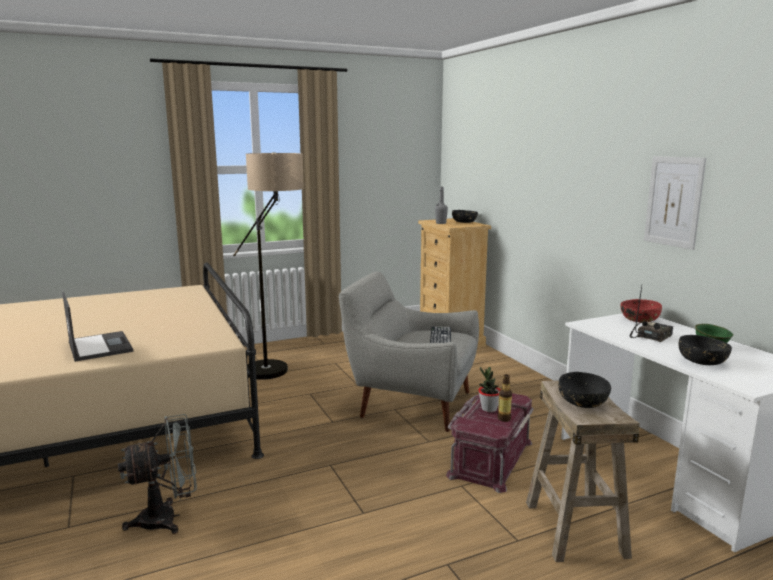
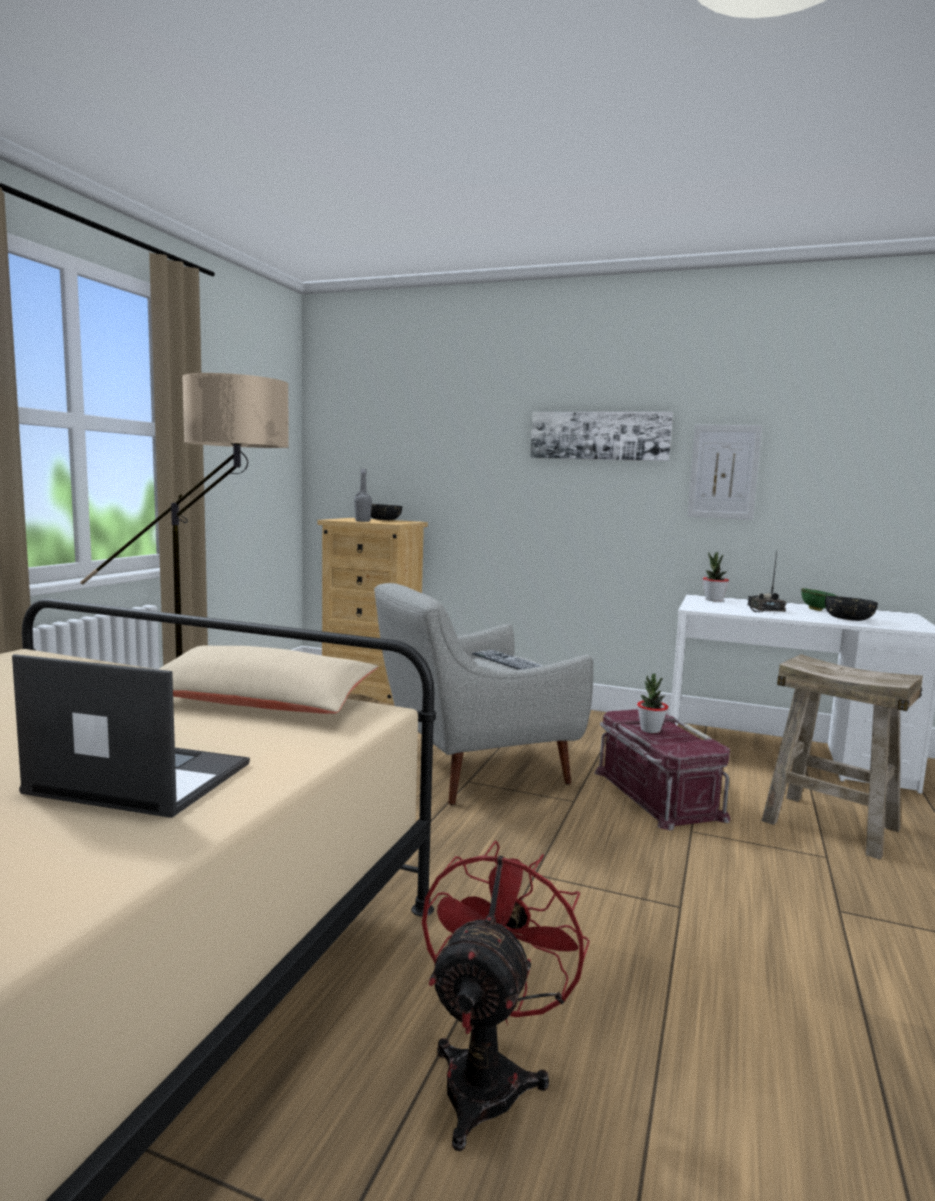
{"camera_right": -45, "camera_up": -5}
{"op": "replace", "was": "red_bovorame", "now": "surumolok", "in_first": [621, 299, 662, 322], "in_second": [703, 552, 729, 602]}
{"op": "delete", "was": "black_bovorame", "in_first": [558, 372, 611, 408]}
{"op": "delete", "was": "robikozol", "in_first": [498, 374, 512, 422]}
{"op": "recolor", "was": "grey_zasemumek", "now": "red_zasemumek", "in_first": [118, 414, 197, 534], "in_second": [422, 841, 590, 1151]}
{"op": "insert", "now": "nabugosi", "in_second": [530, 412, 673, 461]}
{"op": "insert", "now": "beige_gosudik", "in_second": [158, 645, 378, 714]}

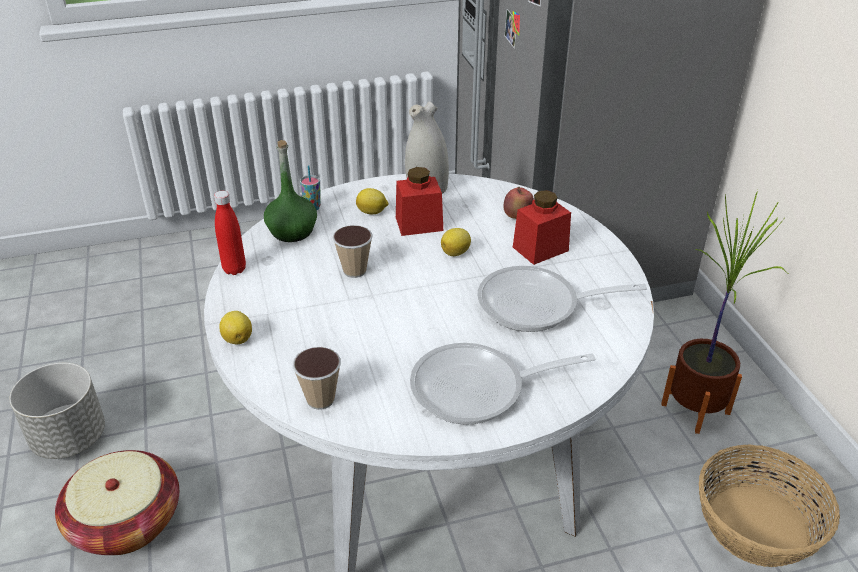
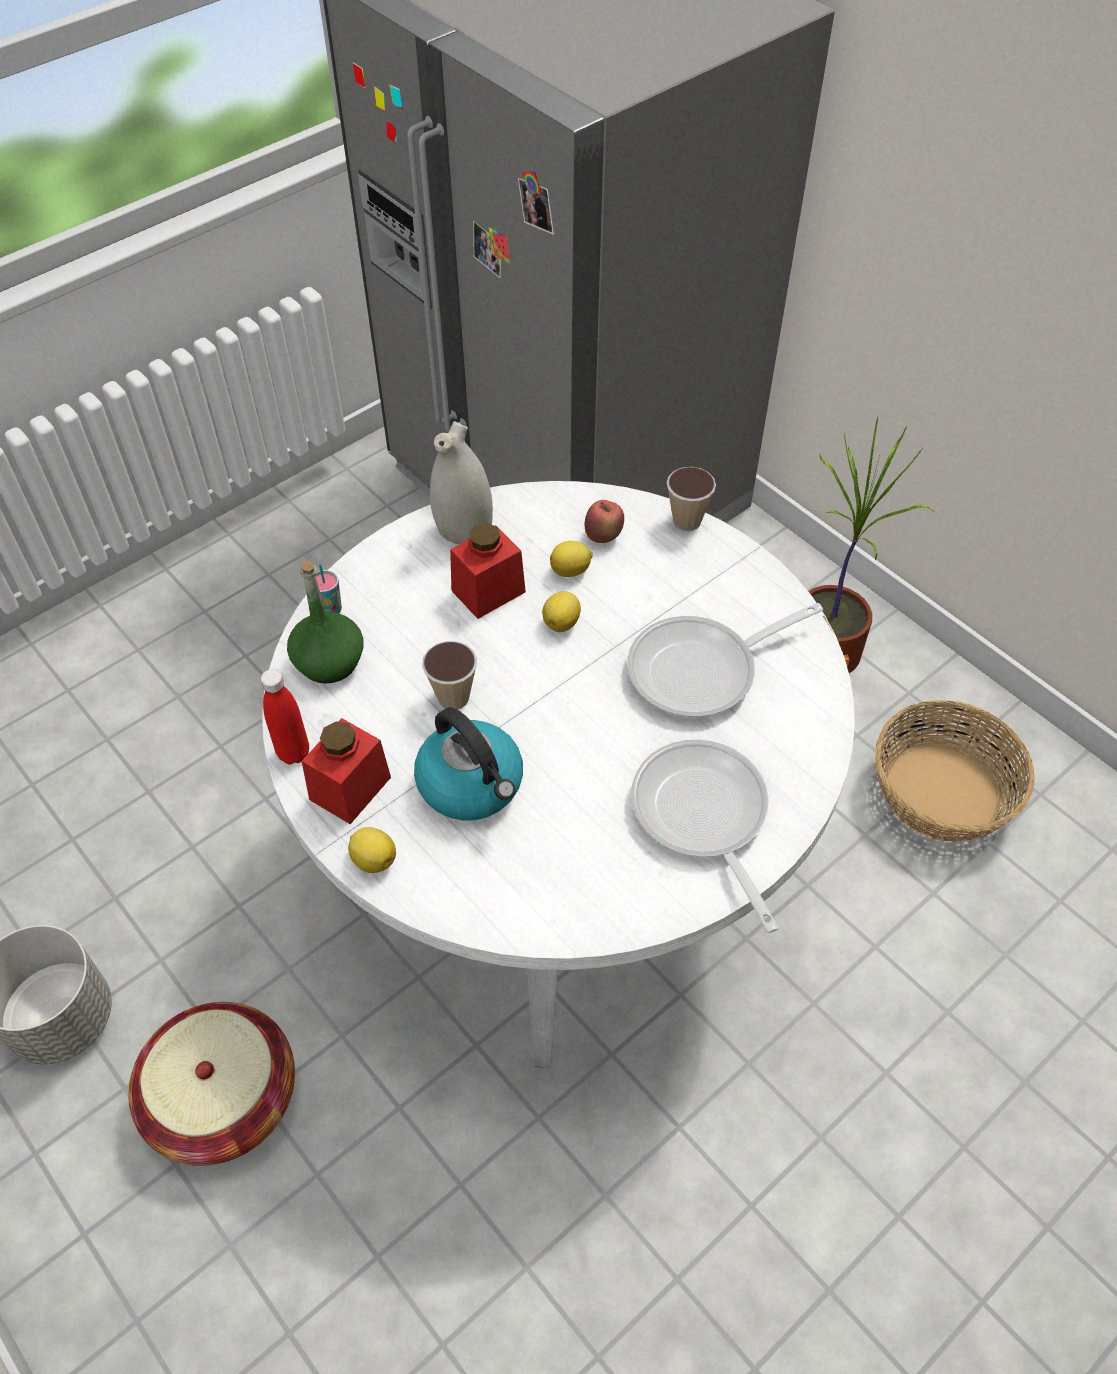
{"camera_right": -25, "camera_up": 15}
{"op": "move", "was": "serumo", "in_first": [356, 188, 389, 214], "in_second": [550, 541, 593, 577]}
{"op": "move", "was": "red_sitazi", "in_first": [513, 190, 571, 265], "in_second": [302, 718, 391, 824]}
{"op": "rotate", "was": "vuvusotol", "in_first": [410, 343, 596, 425], "in_second": [631, 740, 778, 933], "clockwise": 105}
{"op": "move", "was": "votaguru", "in_first": [292, 347, 341, 410], "in_second": [666, 467, 716, 531]}
{"op": "insert", "now": "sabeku", "in_second": [414, 707, 523, 821]}

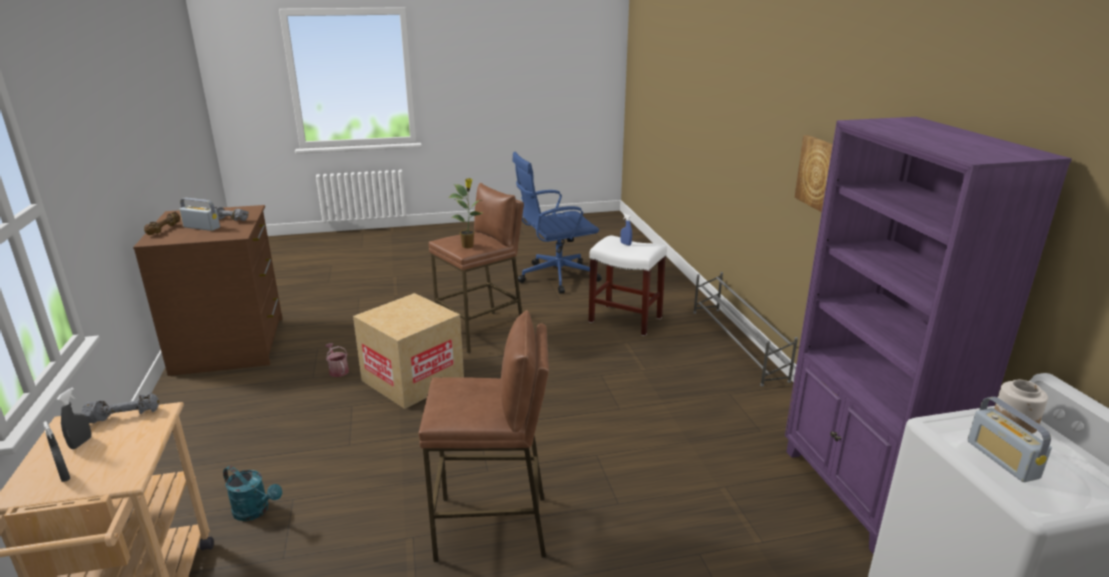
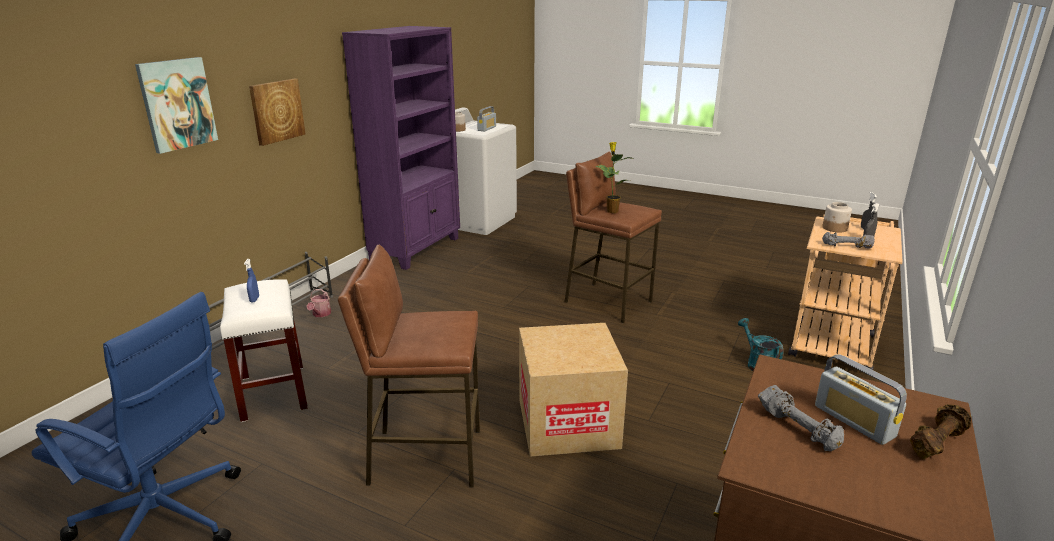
{"camera_right": -140, "camera_up": 0}
{"op": "move", "was": "surumolok", "in_first": [449, 178, 483, 248], "in_second": [596, 142, 633, 213]}
{"op": "move", "was": "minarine", "in_first": [325, 343, 349, 377], "in_second": [307, 289, 331, 317]}
{"op": "insert", "now": "nabugosi", "in_second": [135, 57, 218, 154]}
{"op": "insert", "now": "sitazi", "in_second": [822, 202, 852, 232]}

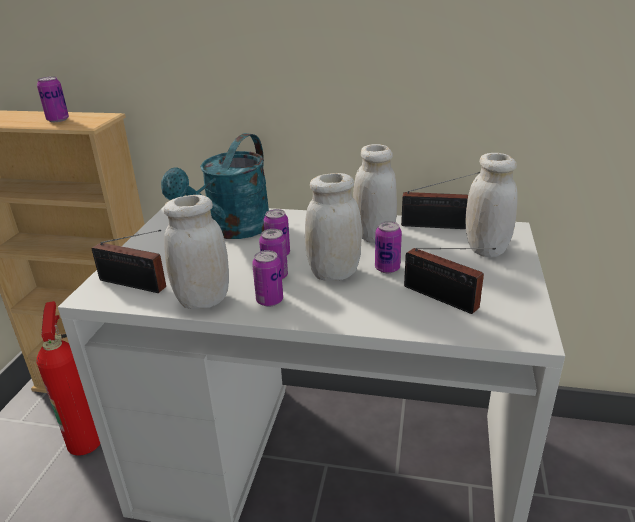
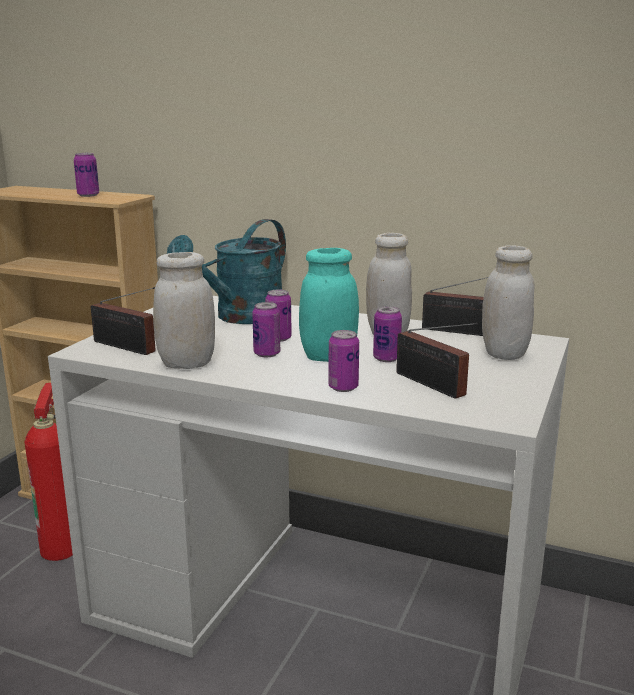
{"camera_right": 10, "camera_up": -10}
{"op": "recolor", "was": "white_sitazi", "now": "turquoise_sitazi", "in_first": [305, 173, 362, 281], "in_second": [299, 248, 359, 362]}
{"op": "move", "was": "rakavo", "in_first": [252, 250, 283, 307], "in_second": [328, 330, 359, 392]}

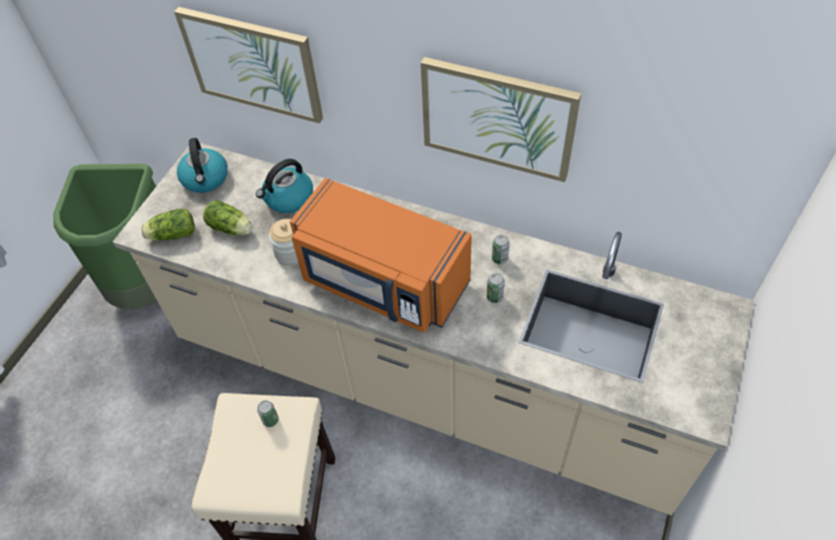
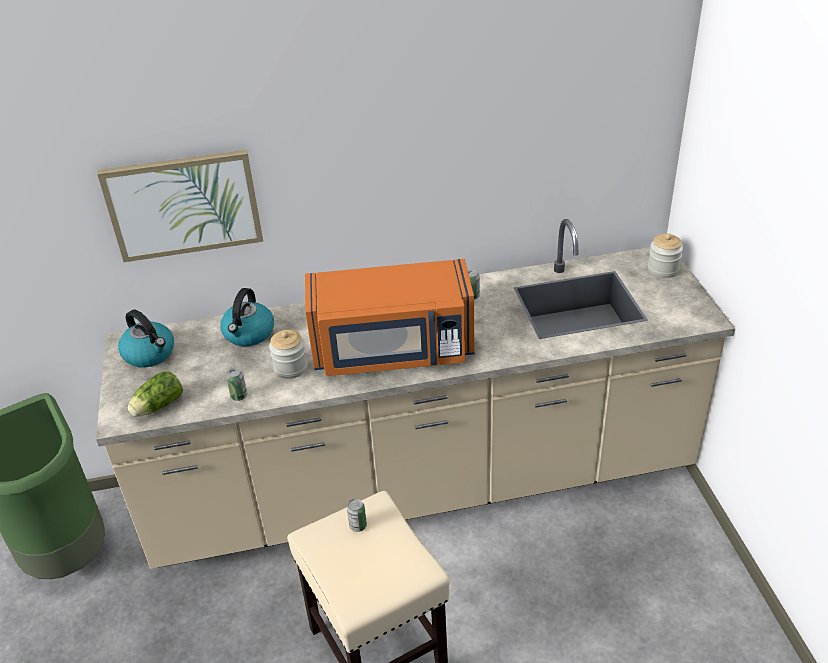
{"camera_right": -35, "camera_up": -15}
{"op": "delete", "was": "nabugosi", "in_first": [421, 57, 581, 182]}
{"op": "delete", "was": "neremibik", "in_first": [203, 200, 252, 235]}
{"op": "move", "was": "rakavo", "in_first": [487, 273, 505, 303], "in_second": [226, 368, 248, 401]}
{"op": "insert", "now": "sitazi", "in_second": [648, 234, 683, 278]}

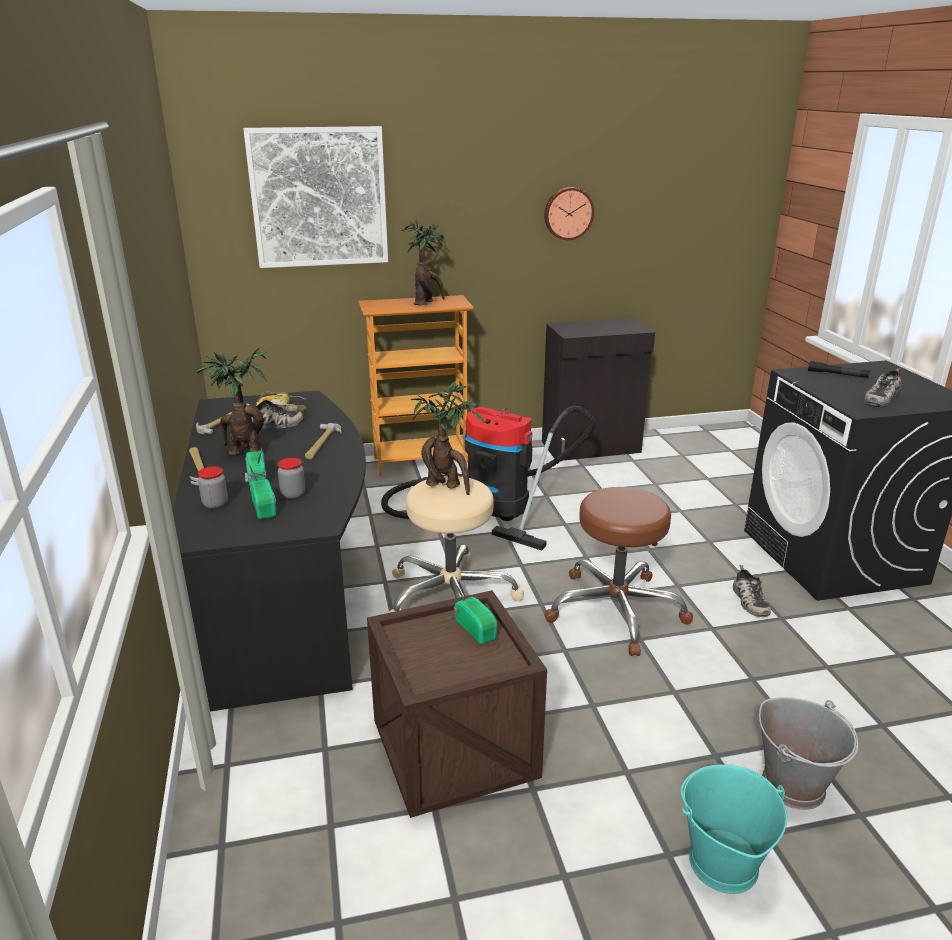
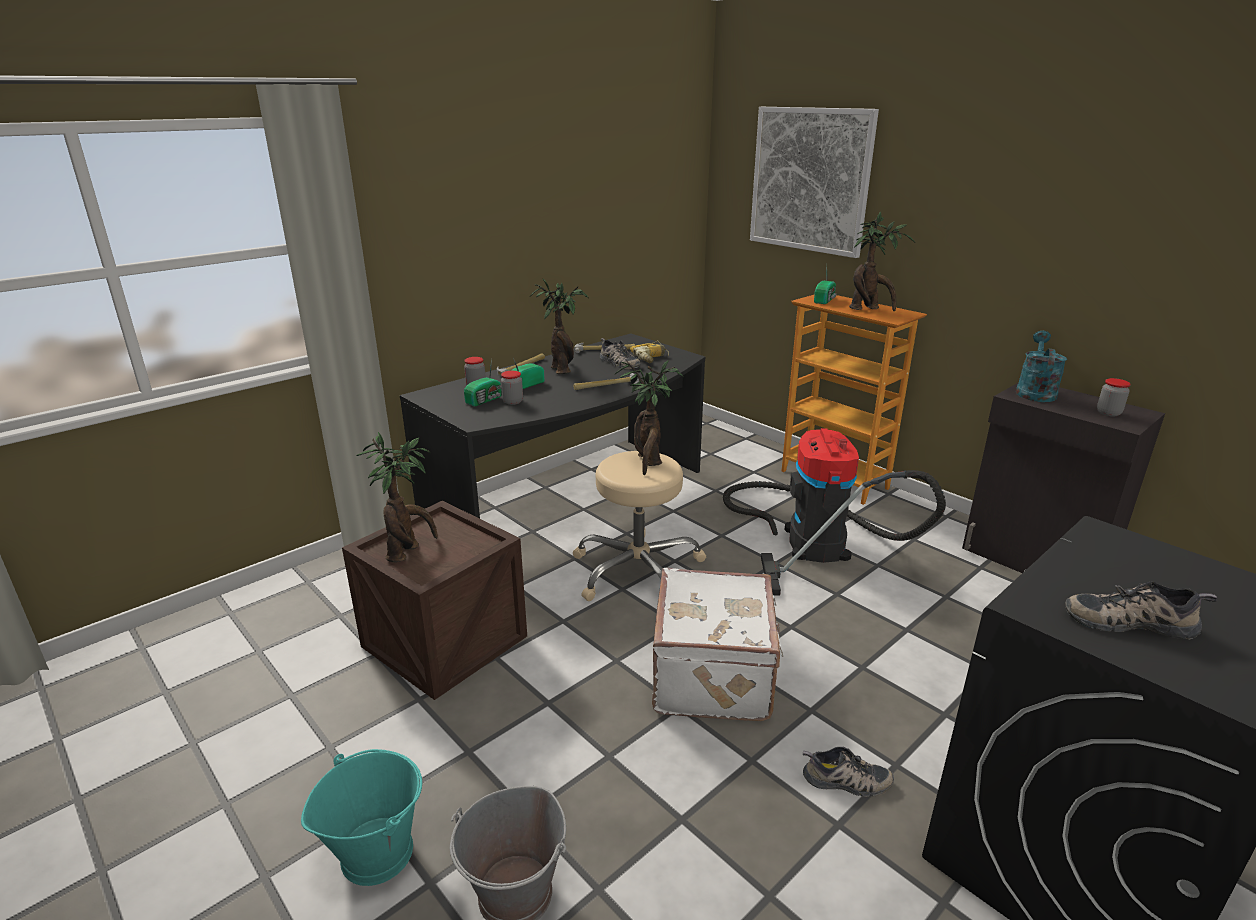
{"camera_right": 60, "camera_up": 0}
{"op": "delete", "was": "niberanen", "in_first": [544, 187, 594, 240]}
{"op": "delete", "was": "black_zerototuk", "in_first": [808, 361, 870, 378]}
{"op": "replace", "was": "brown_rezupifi", "now": "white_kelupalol", "in_first": [544, 487, 693, 656], "in_second": [652, 568, 783, 721]}
{"op": "rotate", "was": "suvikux", "in_first": [733, 565, 771, 617], "in_second": [803, 747, 894, 797], "clockwise": -135}
{"op": "move", "was": "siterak", "in_first": [452, 577, 497, 645], "in_second": [814, 263, 837, 304]}
{"op": "insert", "now": "turquoise_minarine", "in_second": [1016, 331, 1067, 402]}
{"op": "insert", "now": "sitazi", "in_second": [1097, 378, 1131, 417]}
{"op": "insert", "now": "surumolok", "in_second": [356, 432, 438, 562]}

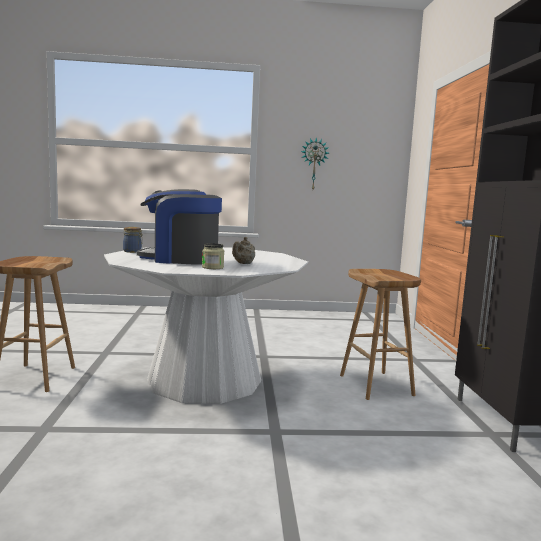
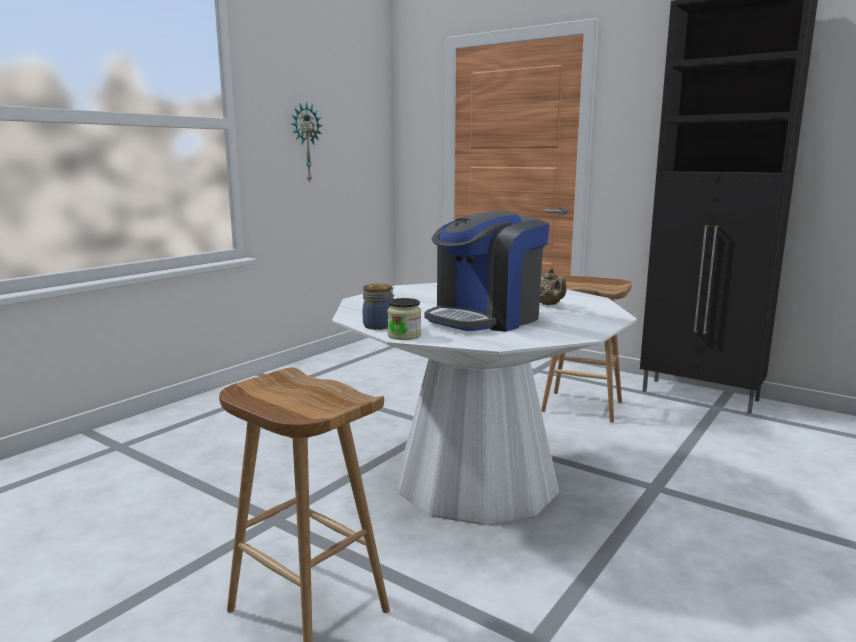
{"camera_right": -50, "camera_up": 5}
{"op": "move", "was": "sitazi", "in_first": [202, 243, 224, 269], "in_second": [387, 298, 421, 340]}

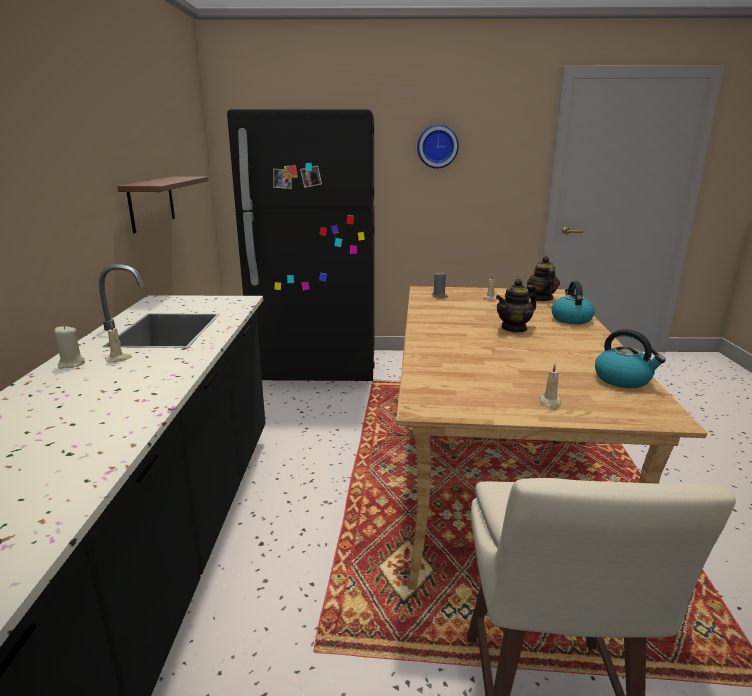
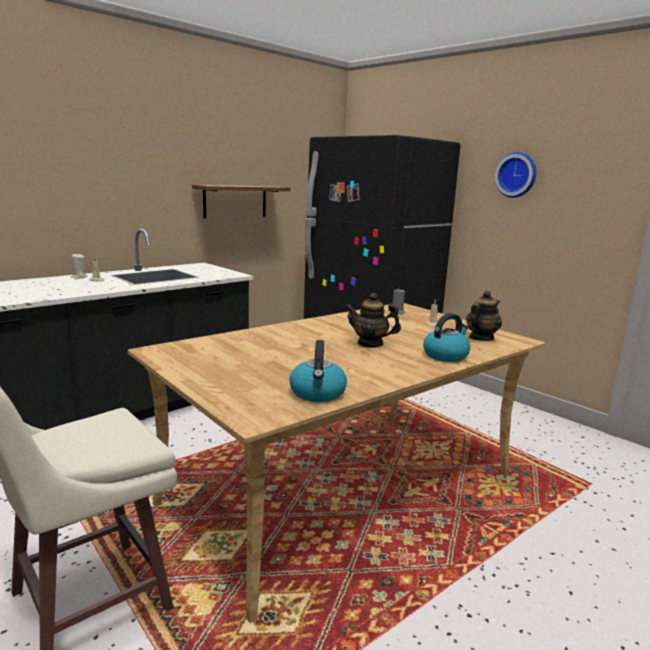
{"camera_right": 45, "camera_up": -5}
{"op": "delete", "was": "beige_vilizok", "in_first": [539, 364, 561, 409]}

